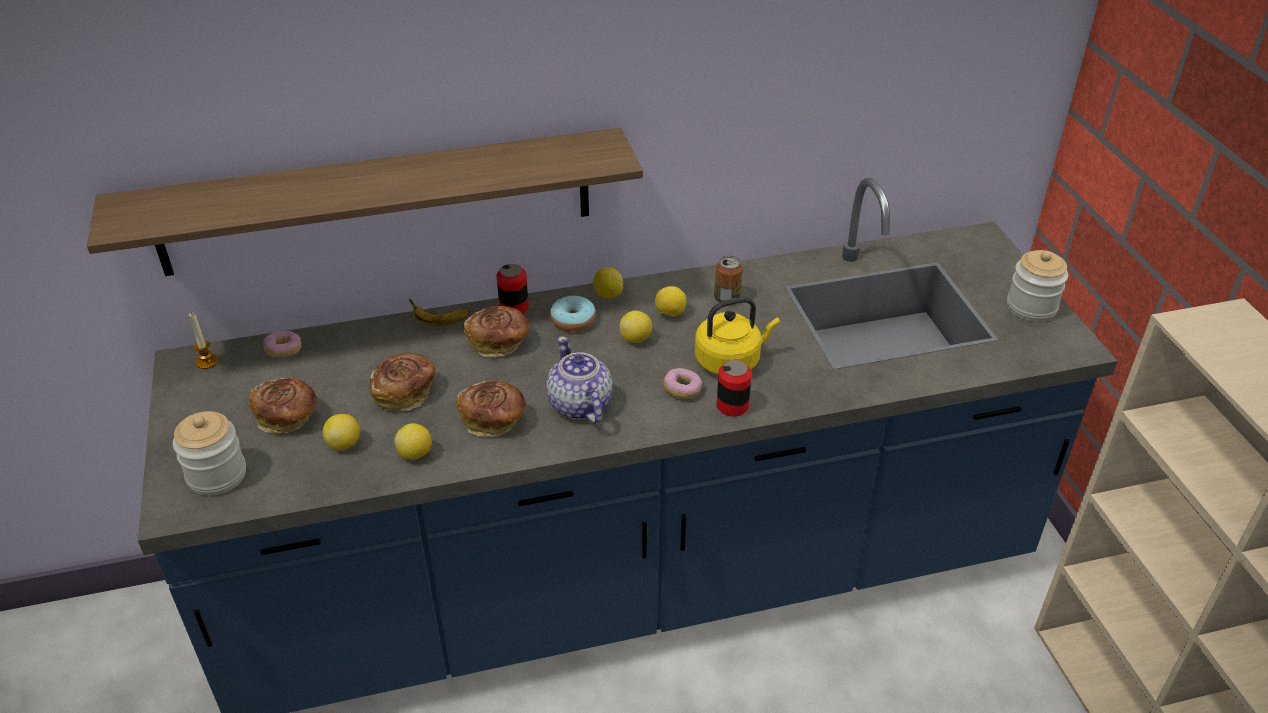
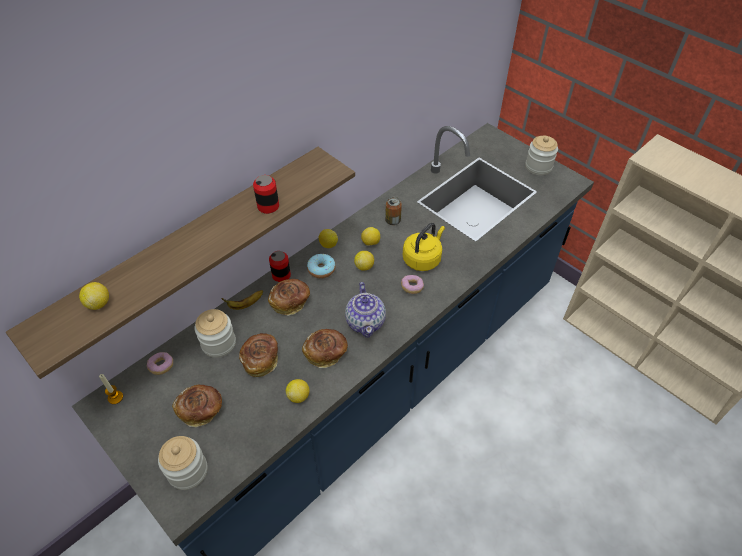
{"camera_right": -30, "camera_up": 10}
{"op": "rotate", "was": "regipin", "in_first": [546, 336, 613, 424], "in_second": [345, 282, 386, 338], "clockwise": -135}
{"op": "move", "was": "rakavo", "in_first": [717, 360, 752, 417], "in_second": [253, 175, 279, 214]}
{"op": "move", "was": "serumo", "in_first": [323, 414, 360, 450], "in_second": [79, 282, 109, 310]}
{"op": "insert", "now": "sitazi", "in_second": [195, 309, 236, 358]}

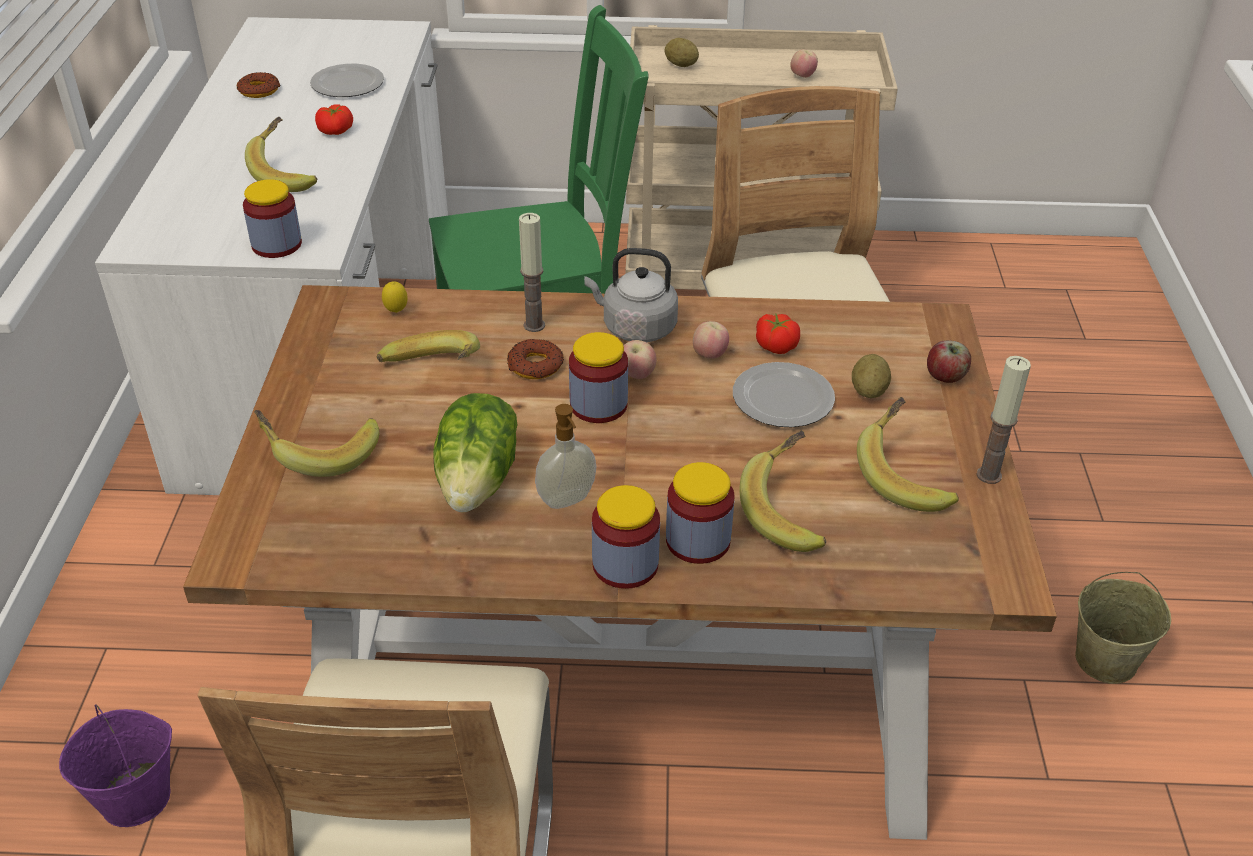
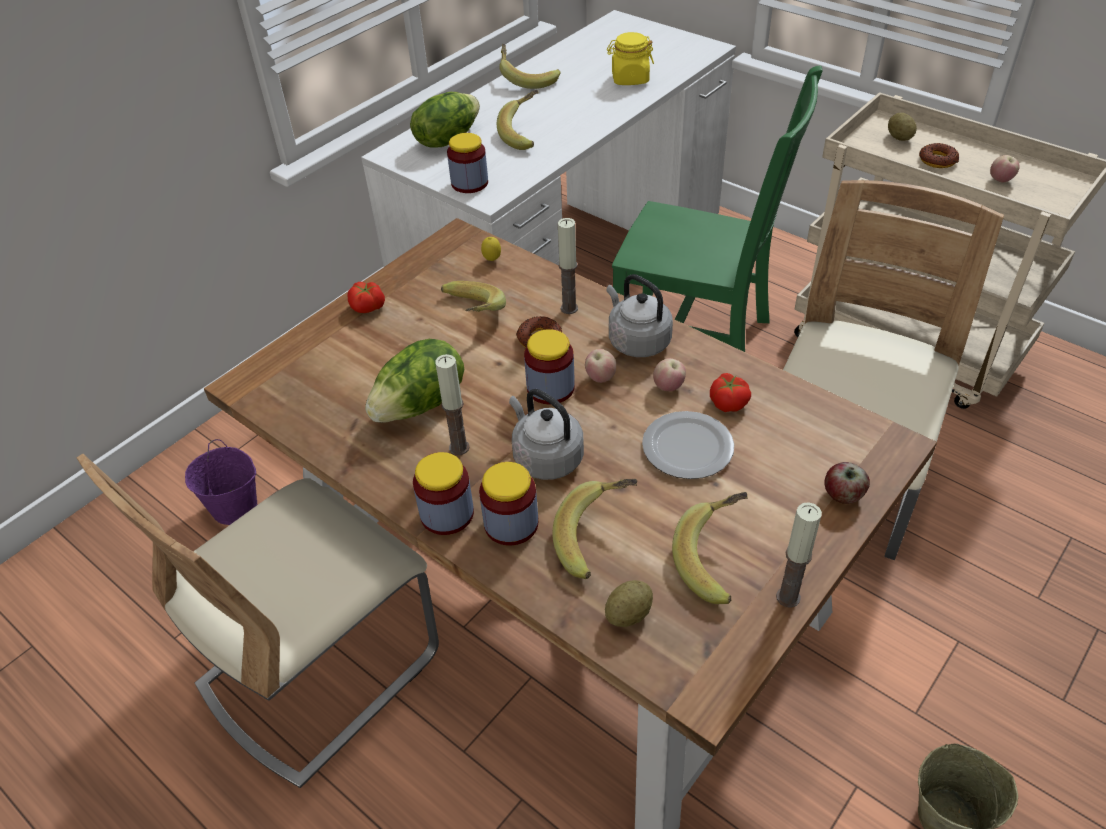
{"camera_right": 40, "camera_up": 5}
{"op": "replace", "was": "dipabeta", "now": "yellow_sitazi", "in_first": [310, 64, 384, 97], "in_second": [607, 32, 654, 85]}
{"op": "move", "was": "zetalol", "in_first": [237, 72, 281, 98], "in_second": [919, 143, 959, 168]}
{"op": "move", "was": "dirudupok", "in_first": [315, 104, 353, 135], "in_second": [347, 282, 385, 313]}
{"op": "move", "was": "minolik", "in_first": [852, 354, 891, 398], "in_second": [605, 580, 653, 627]}
{"op": "replace", "was": "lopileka", "now": "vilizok", "in_first": [535, 404, 596, 509], "in_second": [435, 354, 470, 455]}
{"op": "move", "was": "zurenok", "in_first": [254, 410, 380, 477], "in_second": [499, 44, 561, 89]}
{"op": "insert", "now": "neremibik", "in_second": [410, 92, 480, 148]}
{"op": "insert", "now": "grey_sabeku", "in_second": [509, 389, 584, 480]}

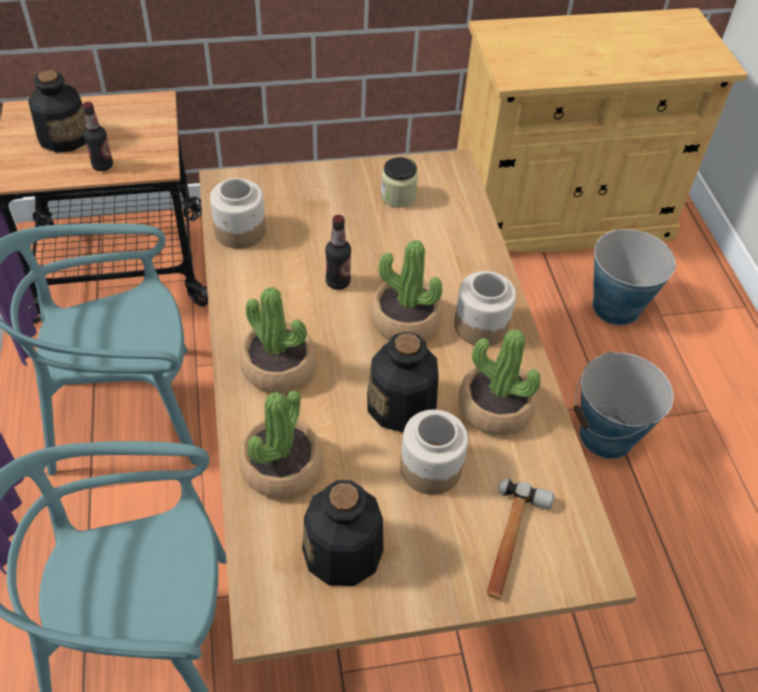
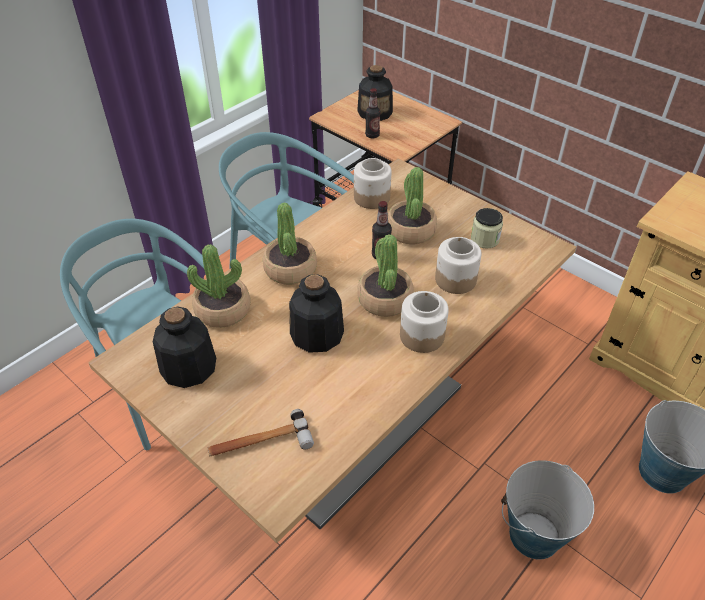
{"camera_right": 55, "camera_up": -5}
{"op": "move", "was": "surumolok", "in_first": [458, 329, 541, 435], "in_second": [388, 167, 437, 244]}
{"op": "move", "was": "sitazi", "in_first": [400, 410, 468, 495], "in_second": [435, 237, 482, 294]}

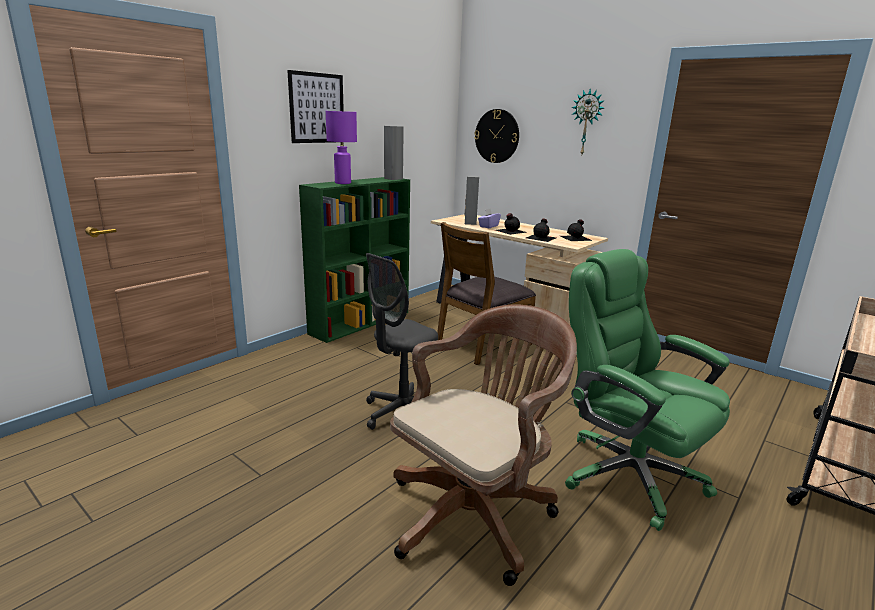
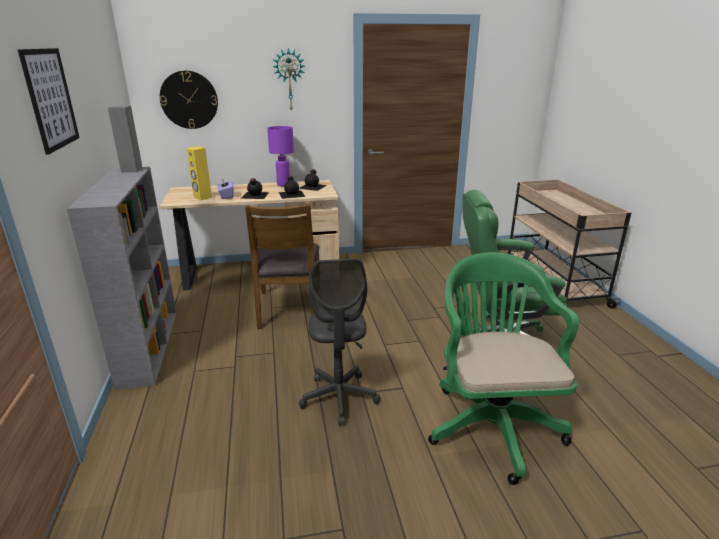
{"camera_right": -50, "camera_up": 5}
{"op": "move", "was": "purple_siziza", "in_first": [326, 111, 357, 184], "in_second": [267, 126, 294, 186]}
{"op": "recolor", "was": "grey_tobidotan", "now": "yellow_tobidotan", "in_first": [465, 175, 479, 225], "in_second": [186, 146, 212, 200]}
{"op": "recolor", "was": "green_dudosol", "now": "grey_dudosol", "in_first": [299, 177, 410, 343], "in_second": [67, 167, 177, 390]}
{"op": "recolor", "was": "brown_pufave", "now": "green_pufave", "in_first": [390, 305, 577, 586], "in_second": [428, 252, 579, 485]}

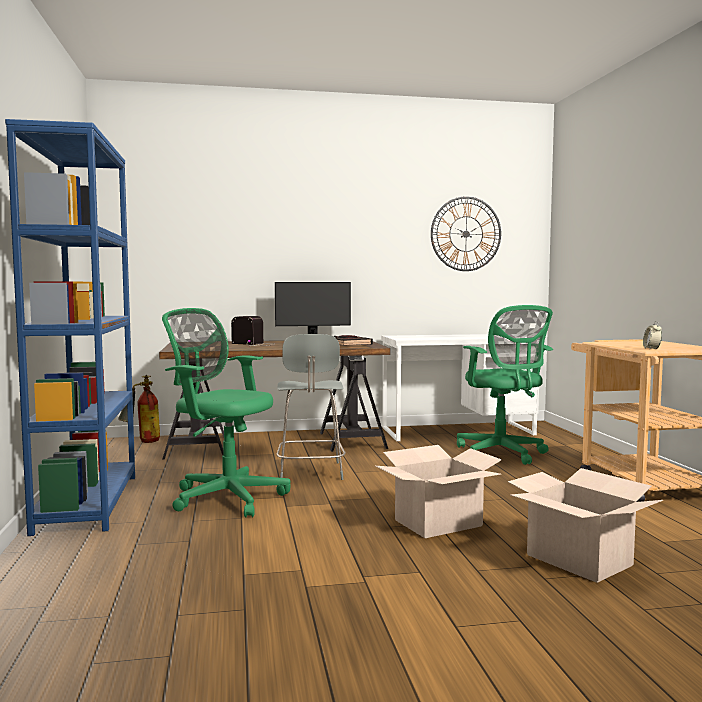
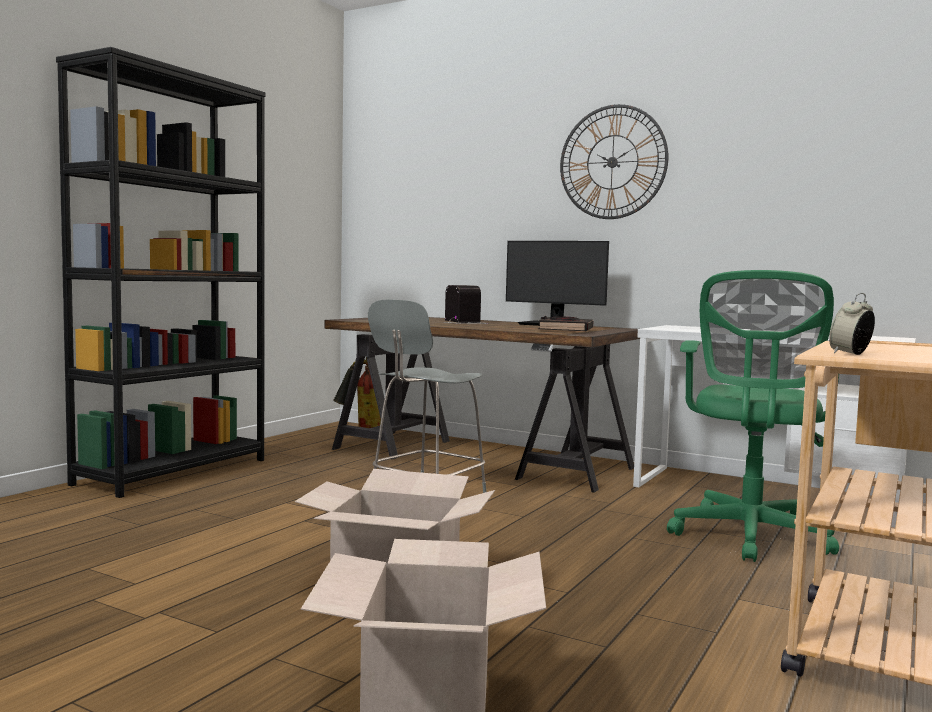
{"camera_right": 40, "camera_up": 0}
{"op": "recolor", "was": "blue_dudosol", "now": "black_dudosol", "in_first": [5, 119, 135, 536], "in_second": [56, 47, 266, 498]}
{"op": "move", "was": "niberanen", "in_first": [431, 196, 501, 271], "in_second": [560, 104, 668, 219]}
{"op": "delete", "was": "green_pufave", "in_first": [162, 308, 291, 518]}

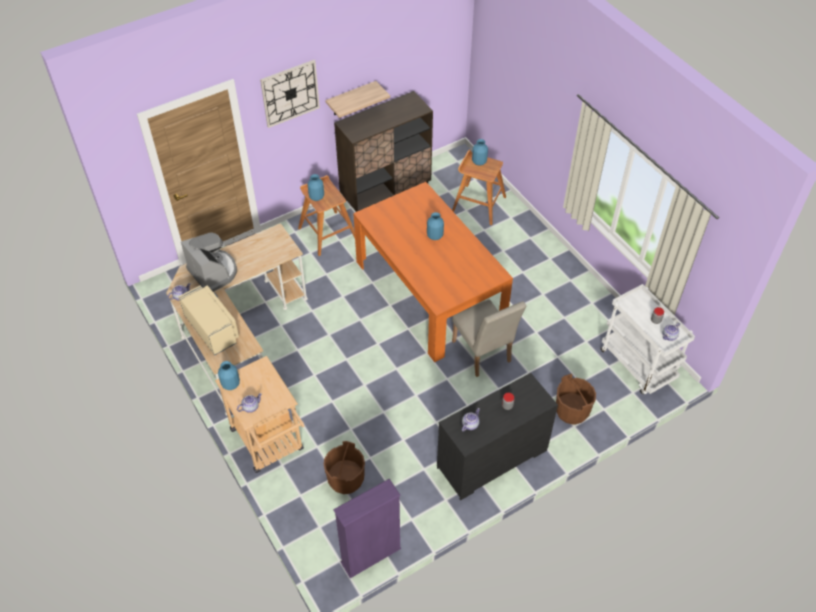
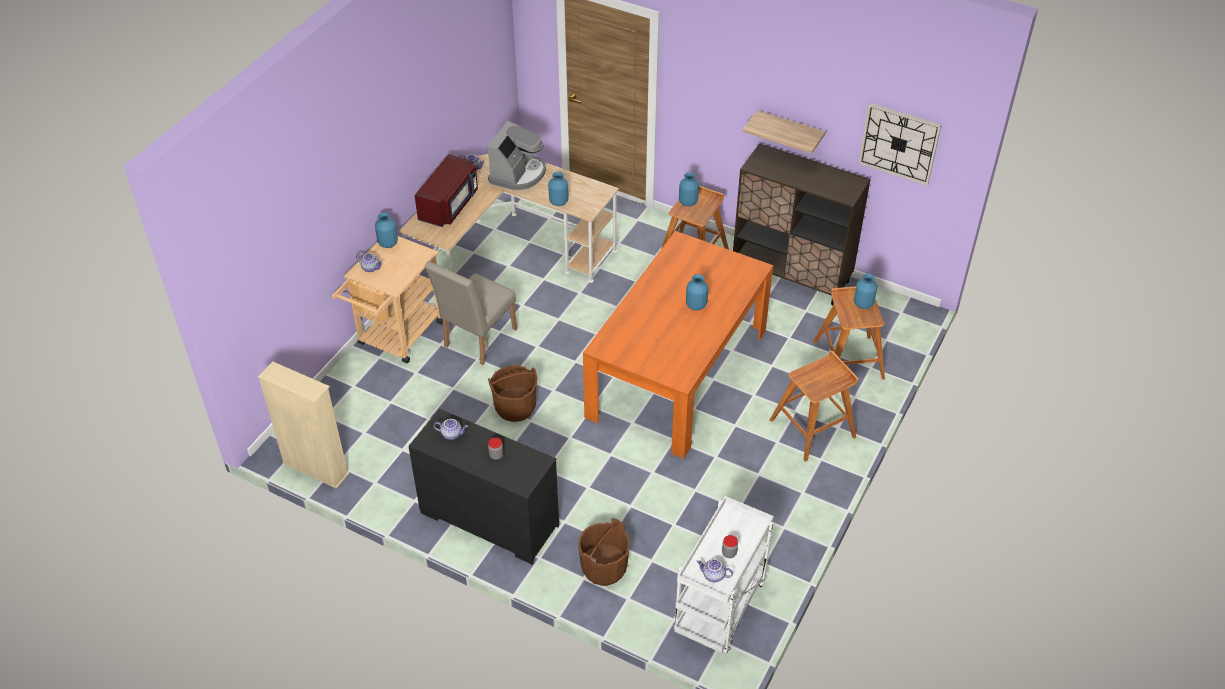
{"camera_right": 60, "camera_up": -5}
{"op": "move", "was": "niberanen", "in_first": [260, 60, 320, 128], "in_second": [858, 103, 942, 186]}
{"op": "recolor", "was": "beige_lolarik", "now": "red_lolarik", "in_first": [179, 285, 239, 355], "in_second": [415, 154, 478, 227]}
{"op": "move", "was": "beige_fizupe", "in_first": [452, 300, 526, 377], "in_second": [425, 261, 517, 365]}
{"op": "move", "was": "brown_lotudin", "in_first": [323, 441, 365, 494], "in_second": [488, 365, 538, 422]}
{"op": "recolor", "was": "purple_dudosol", "now": "beige_dudosol", "in_first": [333, 479, 401, 578], "in_second": [258, 361, 350, 489]}
{"op": "insert", "now": "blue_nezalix", "in_second": [548, 172, 569, 206]}
{"op": "insert", "now": "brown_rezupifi", "in_second": [770, 351, 858, 462]}

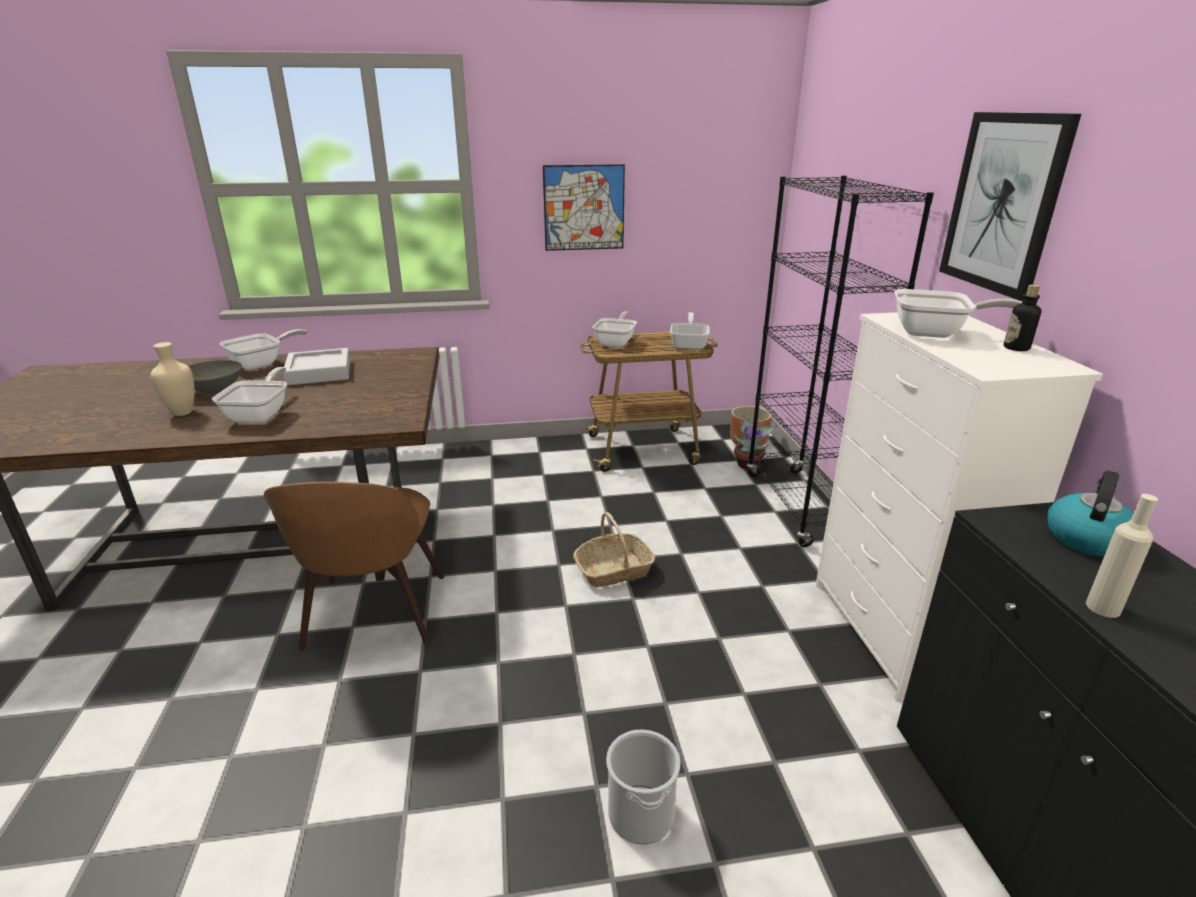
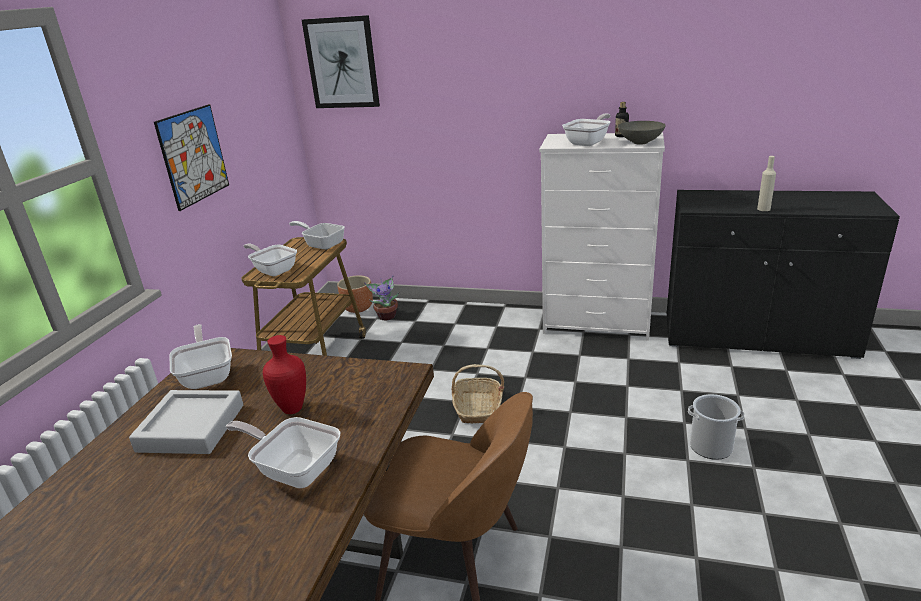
{"camera_right": -65, "camera_up": 0}
{"op": "move", "was": "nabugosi", "in_first": [939, 112, 1081, 301], "in_second": [302, 15, 380, 108]}
{"op": "delete", "was": "black_dudosol", "in_first": [747, 176, 934, 547]}
{"op": "move", "was": "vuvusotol", "in_first": [220, 329, 308, 370], "in_second": [170, 324, 232, 389]}
{"op": "delete", "was": "beige_nezalix", "in_first": [150, 342, 195, 416]}
{"op": "move", "was": "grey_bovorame", "in_first": [189, 360, 242, 394], "in_second": [618, 121, 666, 145]}
{"op": "delete", "was": "sabeku", "in_first": [1047, 471, 1133, 557]}
{"op": "insert", "now": "red_nezalix", "in_second": [263, 335, 306, 414]}

